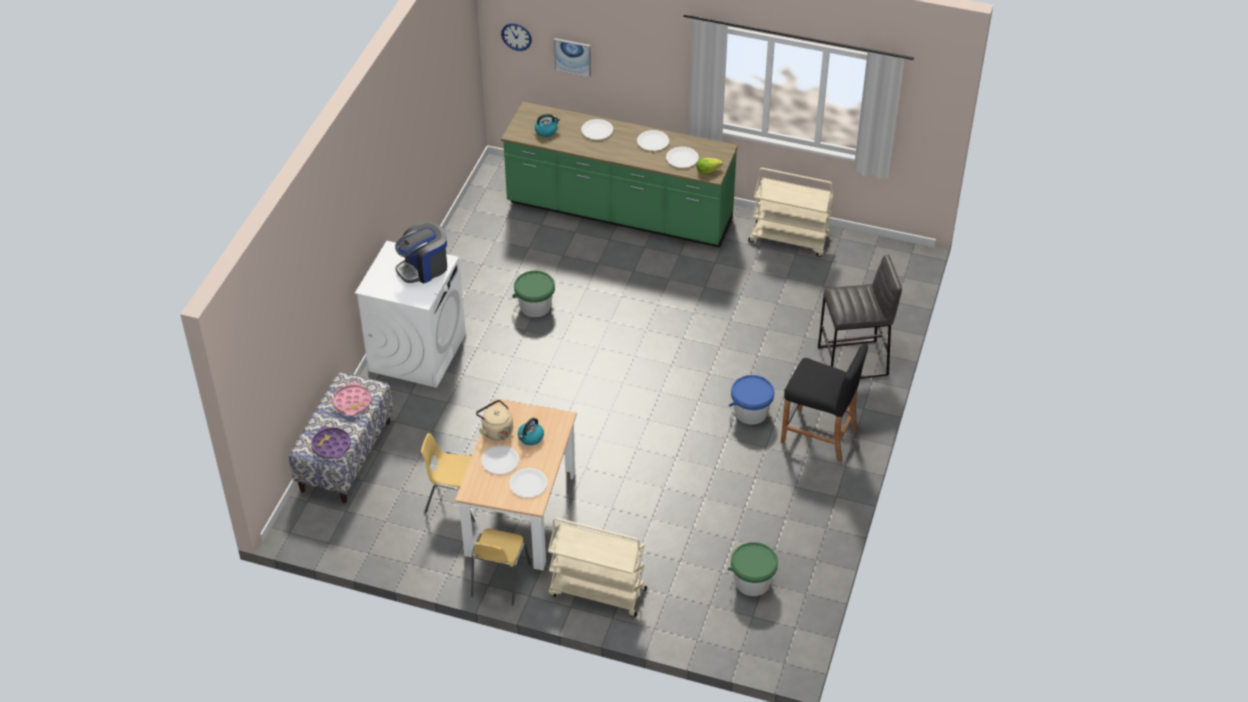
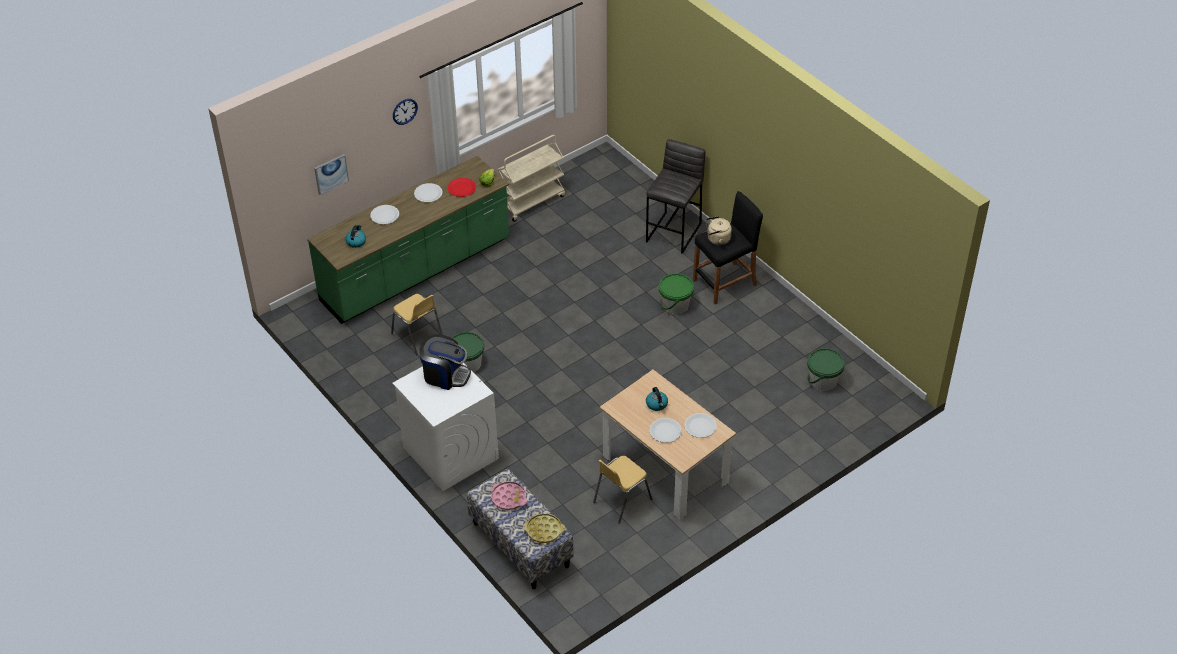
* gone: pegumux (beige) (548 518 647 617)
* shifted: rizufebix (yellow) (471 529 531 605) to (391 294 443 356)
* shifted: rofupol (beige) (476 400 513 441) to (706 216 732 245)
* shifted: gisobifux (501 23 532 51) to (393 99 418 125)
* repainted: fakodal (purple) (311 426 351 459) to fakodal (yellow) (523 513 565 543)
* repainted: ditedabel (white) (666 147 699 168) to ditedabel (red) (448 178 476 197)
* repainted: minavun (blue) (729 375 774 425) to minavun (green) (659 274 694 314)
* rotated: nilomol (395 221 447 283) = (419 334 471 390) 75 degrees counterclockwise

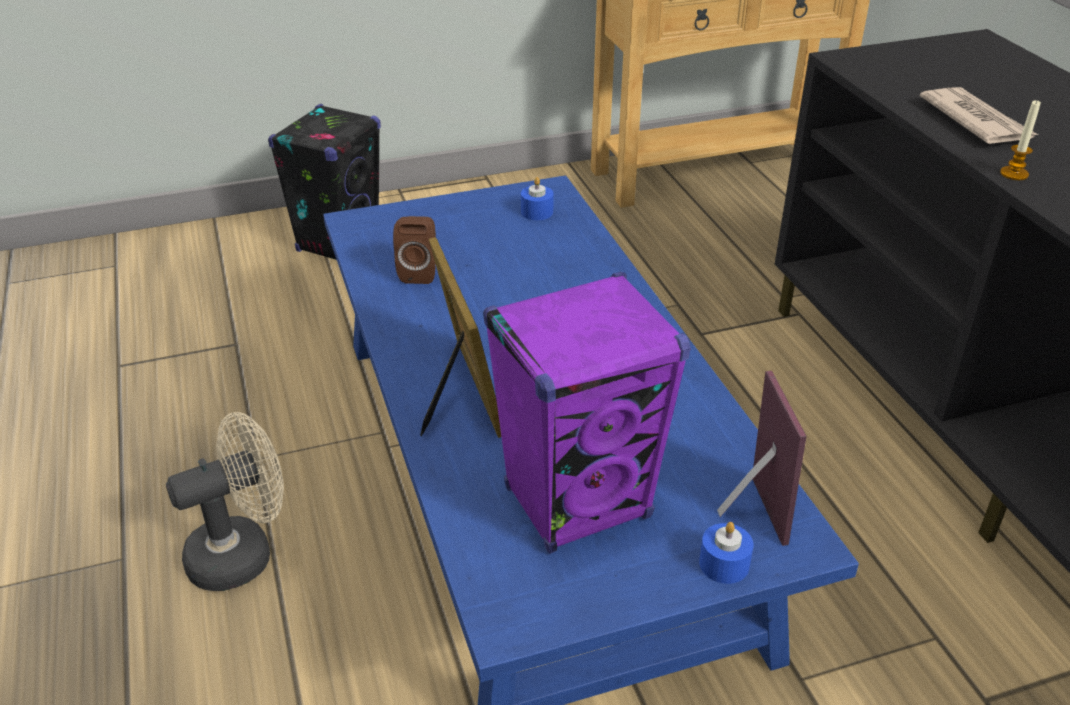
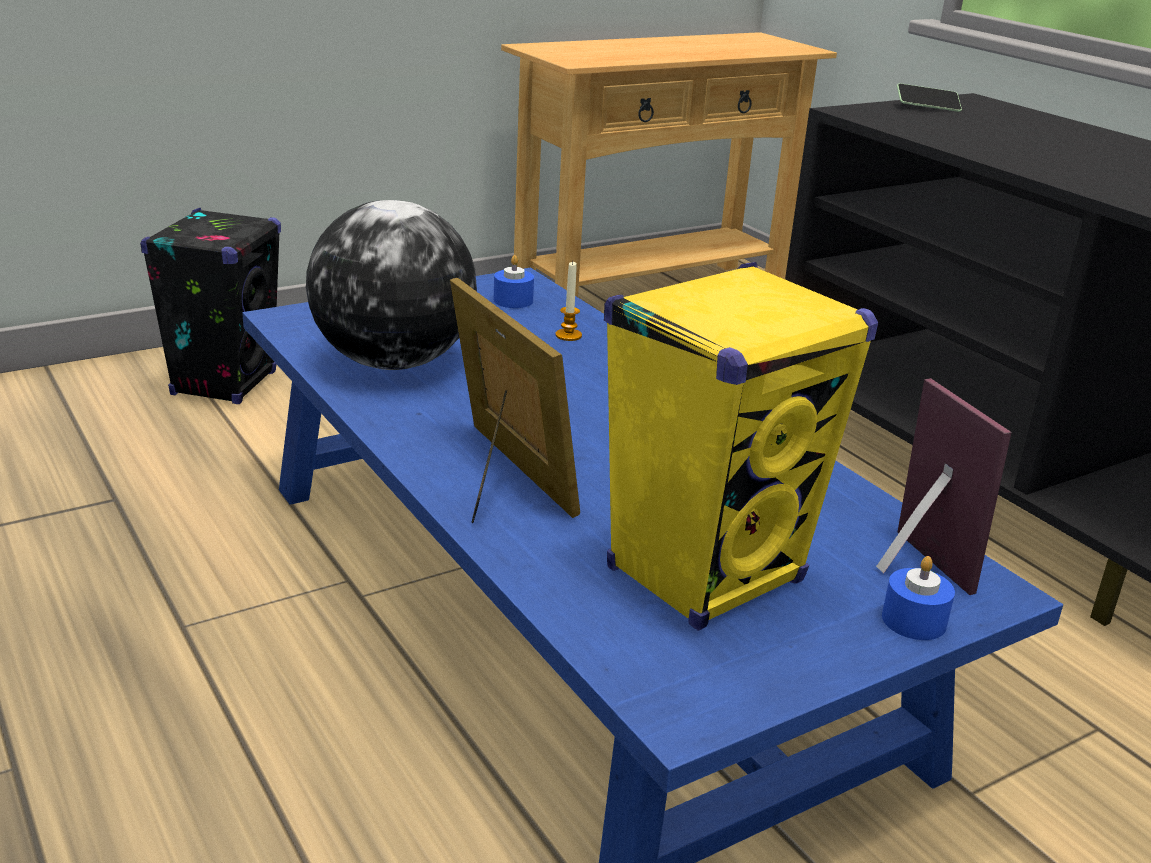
* gone: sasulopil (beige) (166 412 284 591)
* gone: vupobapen (920 87 1038 144)
* new: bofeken (897 83 962 112)
* shifted: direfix (1000 99 1041 180) to (555 262 582 341)
* swapped: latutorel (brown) (393 216 436 284) to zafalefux (306 200 477 370)
* repainted: latutorel (purple) (483 272 691 554) to latutorel (yellow) (604 262 878 630)

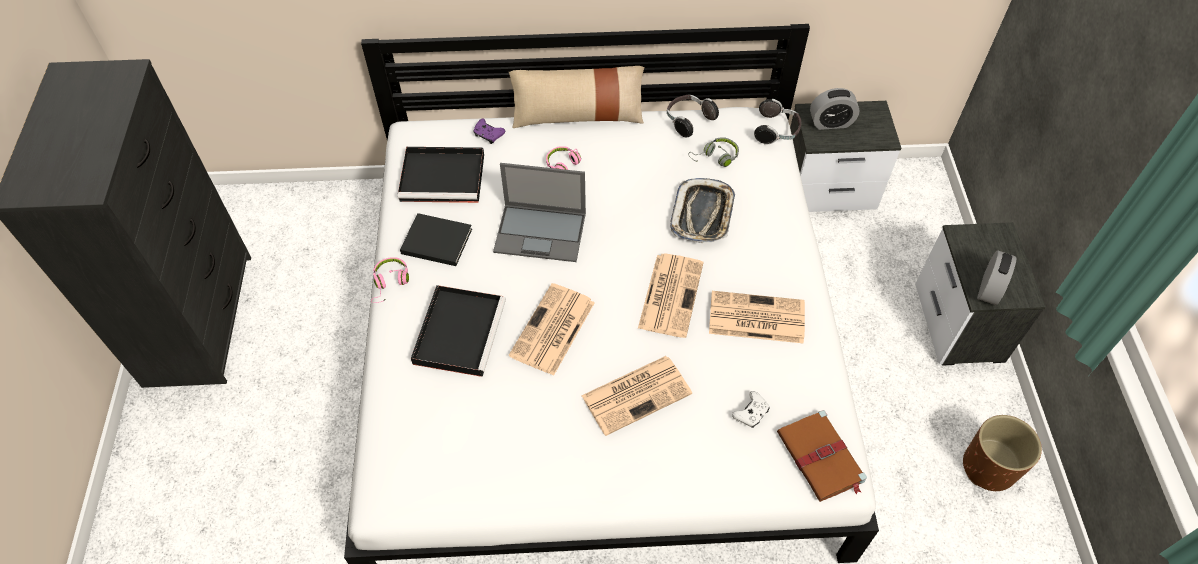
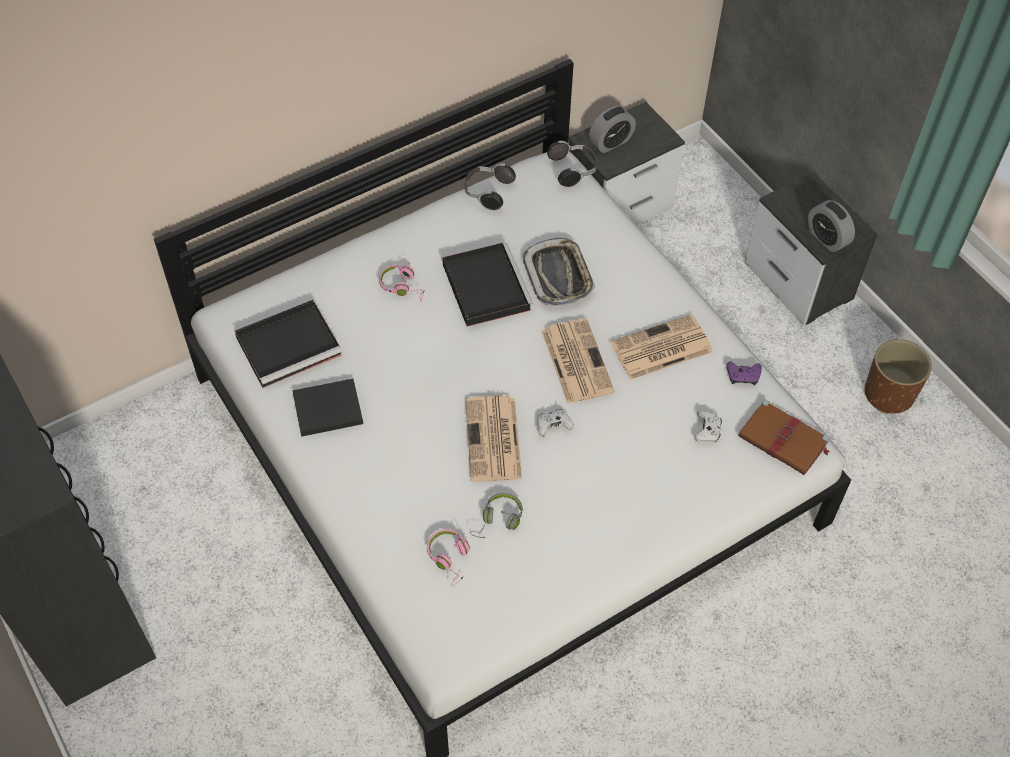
* gone: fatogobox (493 163 586 262)
* gone: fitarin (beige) (509 66 644 128)
* gone: vupobapen (581 356 692 436)
* new: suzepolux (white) (537 410 574 437)
* shifted: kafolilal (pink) (371 257 409 303) to (427 529 470 587)
* shifted: fakodal (black) (411 285 506 377) to (442 242 533 327)
* shifted: suzepolux (purple) (474 119 505 144) to (726 362 762 385)
* shifted: kafolilal (grey) (688 137 739 167) to (470 493 523 538)
* rotated: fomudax (977 250 1016 305) = (808 200 855 252) 150 degrees clockwise

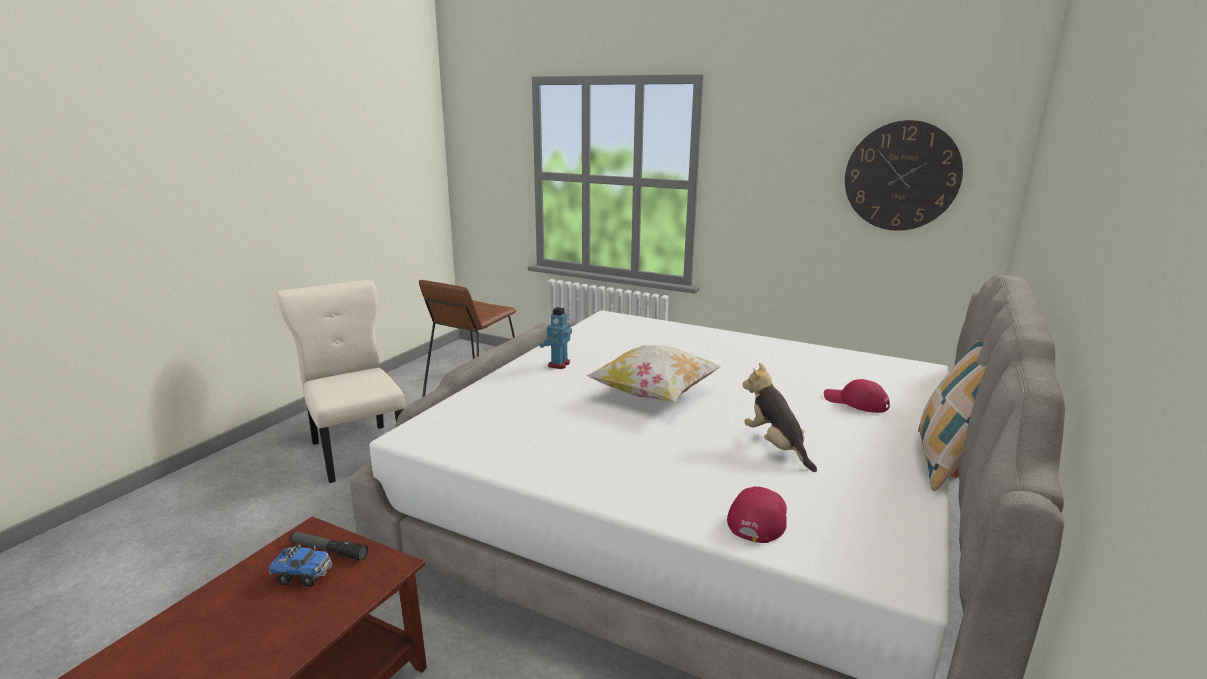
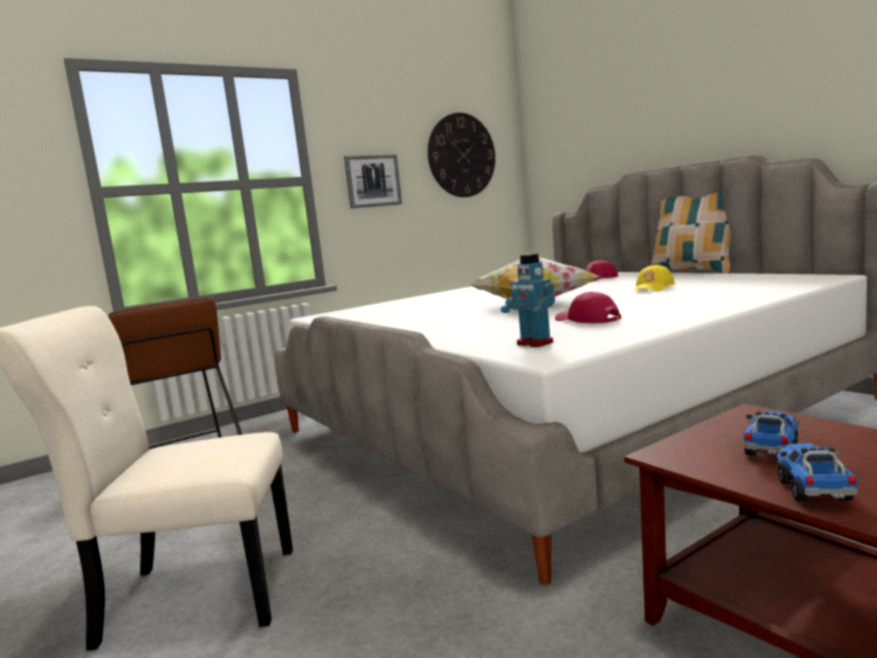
* gone: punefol (290 531 368 561)
* new: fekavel (344 154 402 209)
* new: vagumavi (777 443 858 501)
* shifted: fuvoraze (539 307 572 369) to (501 254 555 347)
* shifted: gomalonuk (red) (727 486 787 543) to (555 292 621 323)
* swapped: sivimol (742 363 817 472) to gomalonuk (yellow) (633 265 675 292)

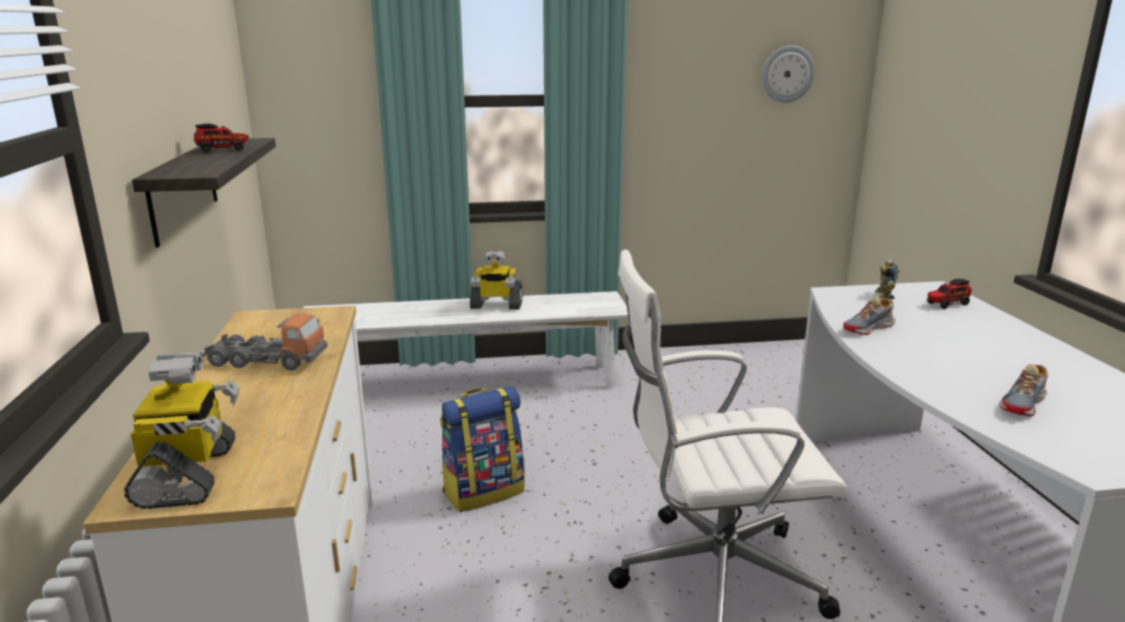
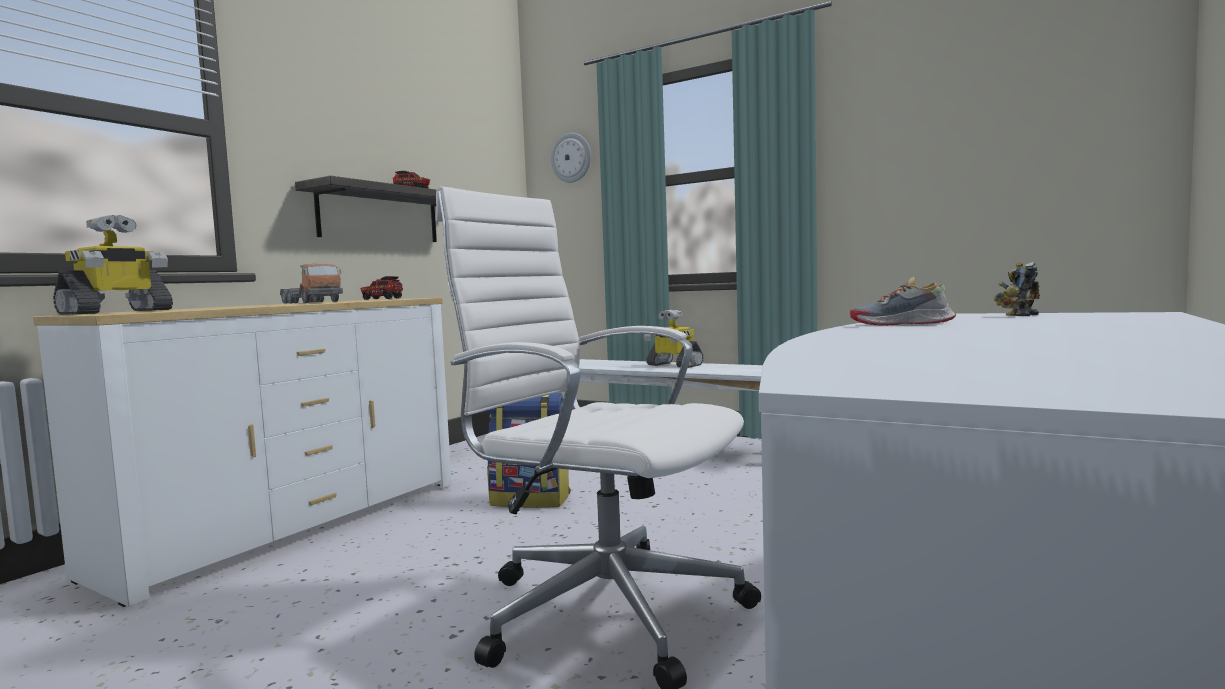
* gone: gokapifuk (999 364 1048 417)
* shifted: gisobifux (762 45 815 103) to (551 133 591 183)
* shifted: vagumavi (927 279 972 309) to (360 276 403 300)

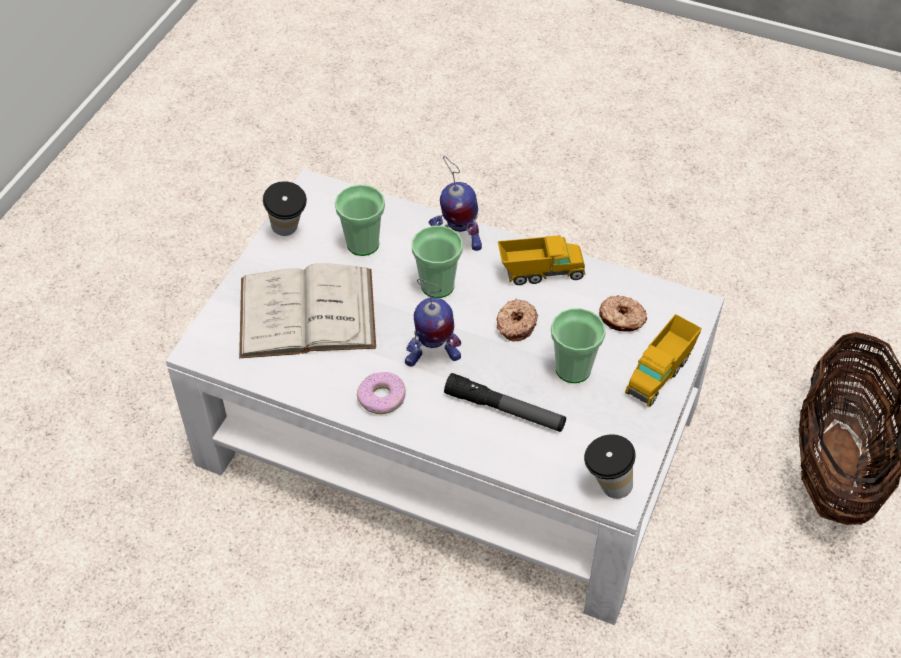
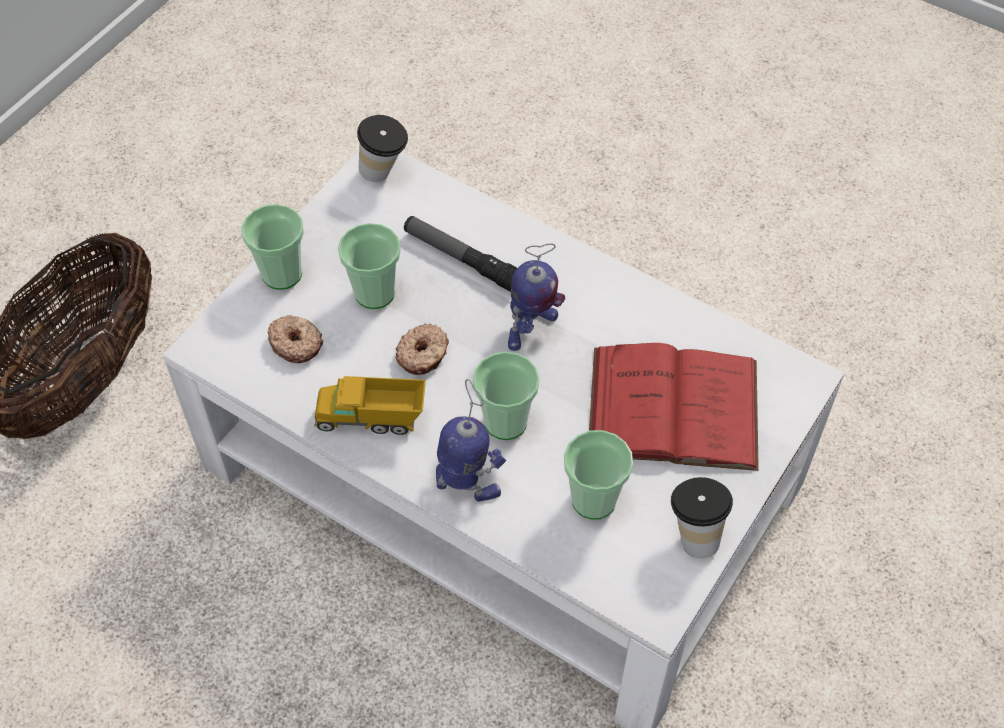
* gone: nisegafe (357 372 406 414)
* swapped: vagumavi (625 314 702 407) to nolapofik (241 204 304 290)
* repainted: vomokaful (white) (239 263 376 358) to vomokaful (red) (589 343 759 471)
* rotated: fuvoraze (405 279 461 367) = (508 243 565 351) 135 degrees clockwise

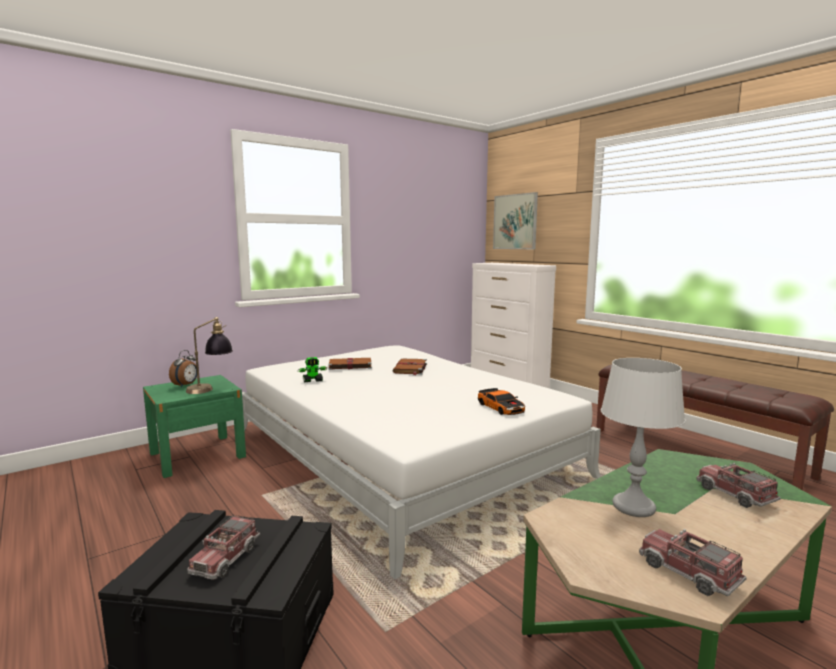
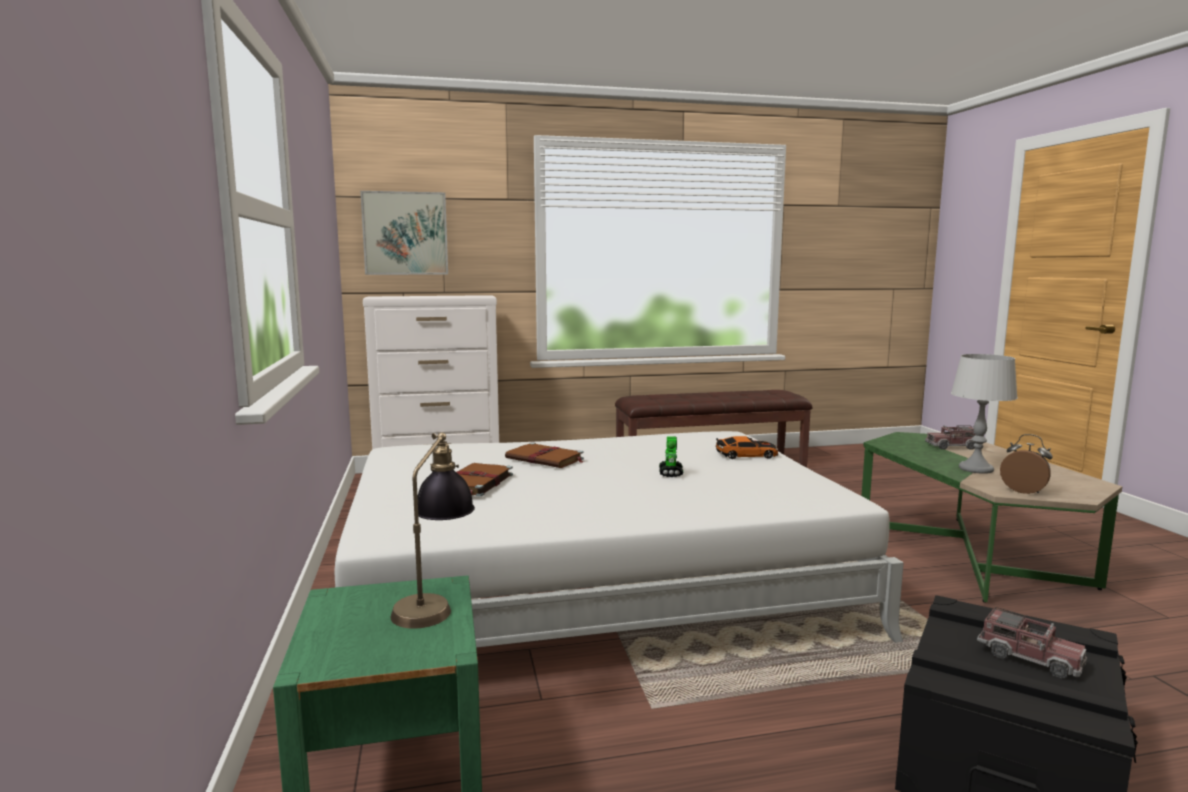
* gone: vagumavi (639 529 747 596)
* shifted: fomudax (169 350 197 387) to (1000 434 1053 494)
* shifted: fuvoraze (298 357 328 382) to (659 436 684 477)

